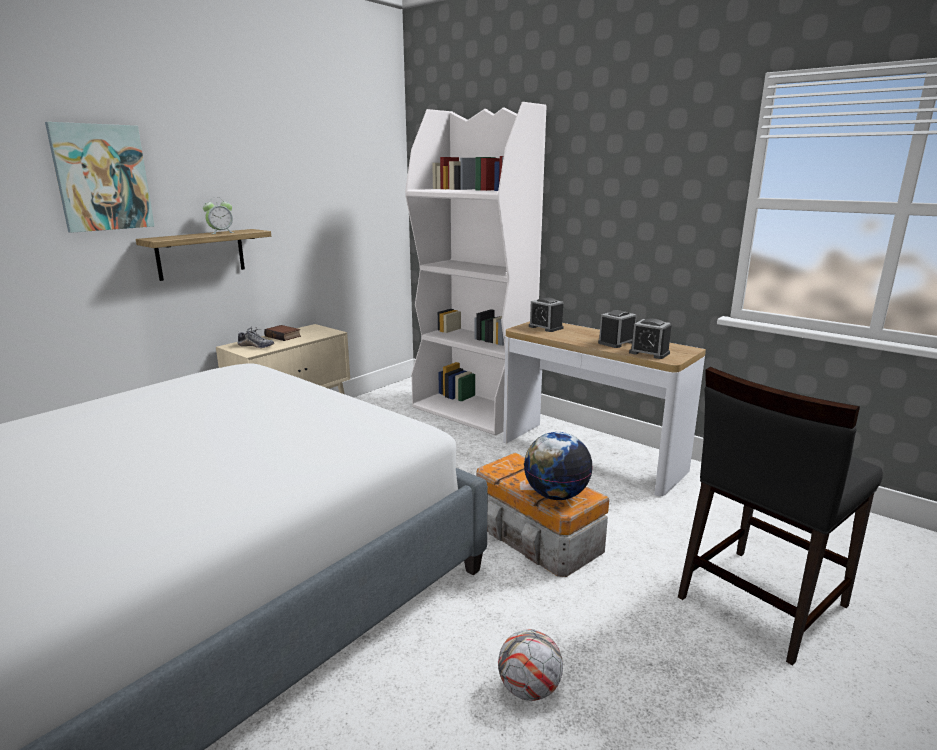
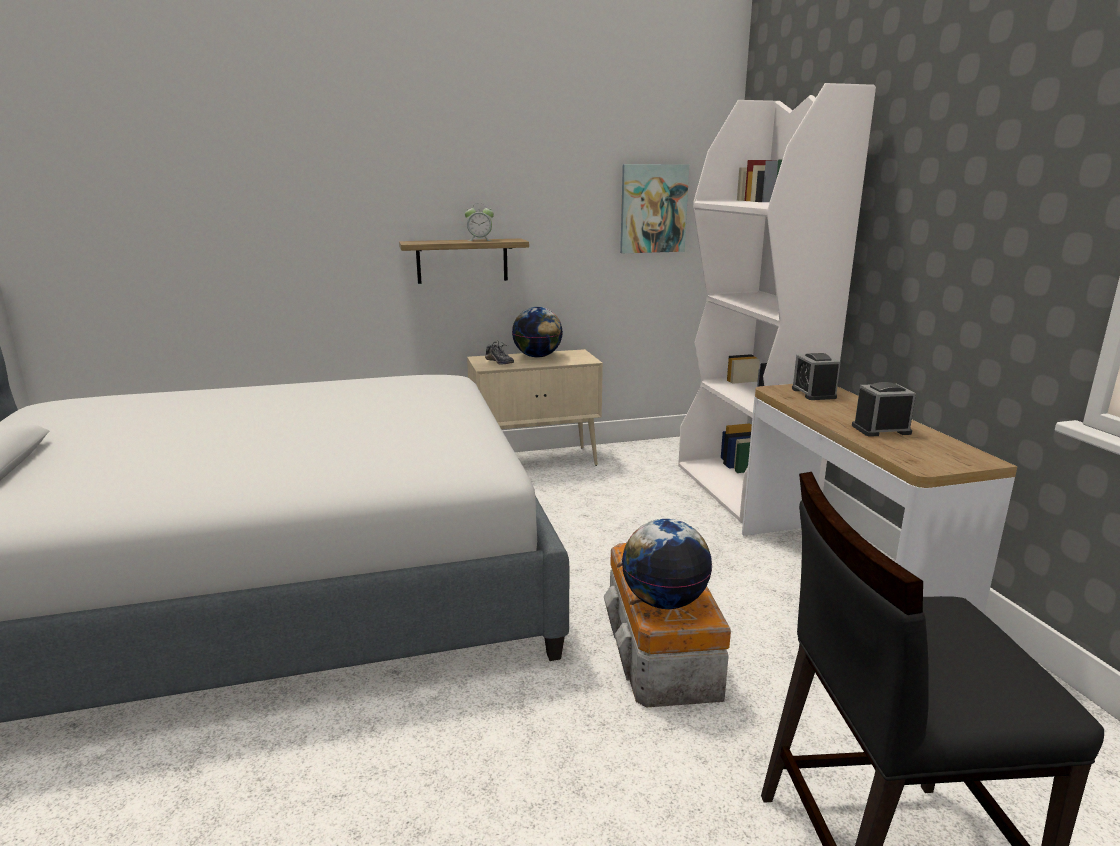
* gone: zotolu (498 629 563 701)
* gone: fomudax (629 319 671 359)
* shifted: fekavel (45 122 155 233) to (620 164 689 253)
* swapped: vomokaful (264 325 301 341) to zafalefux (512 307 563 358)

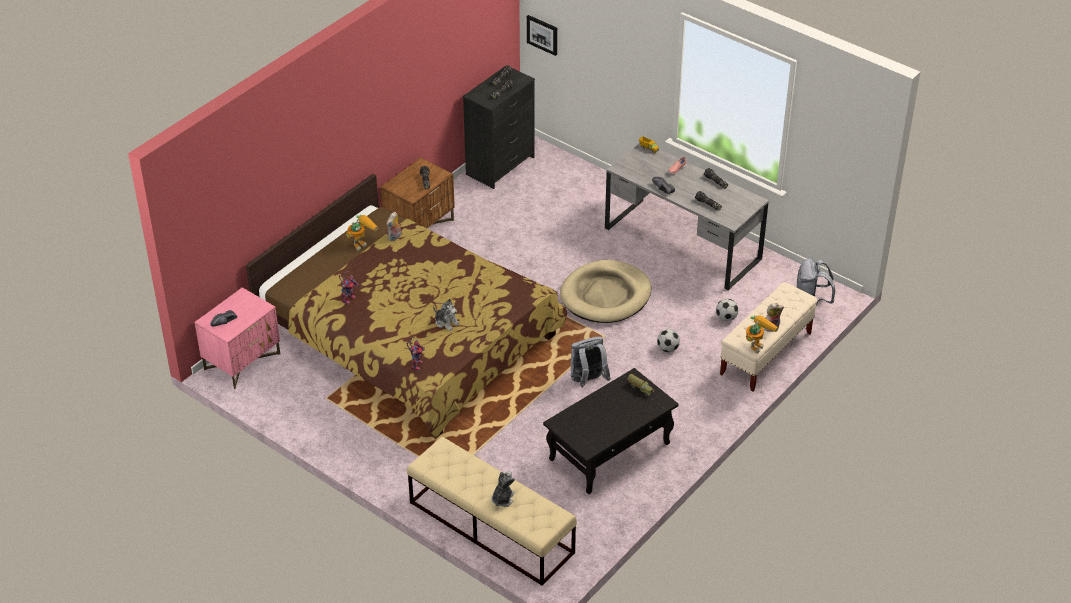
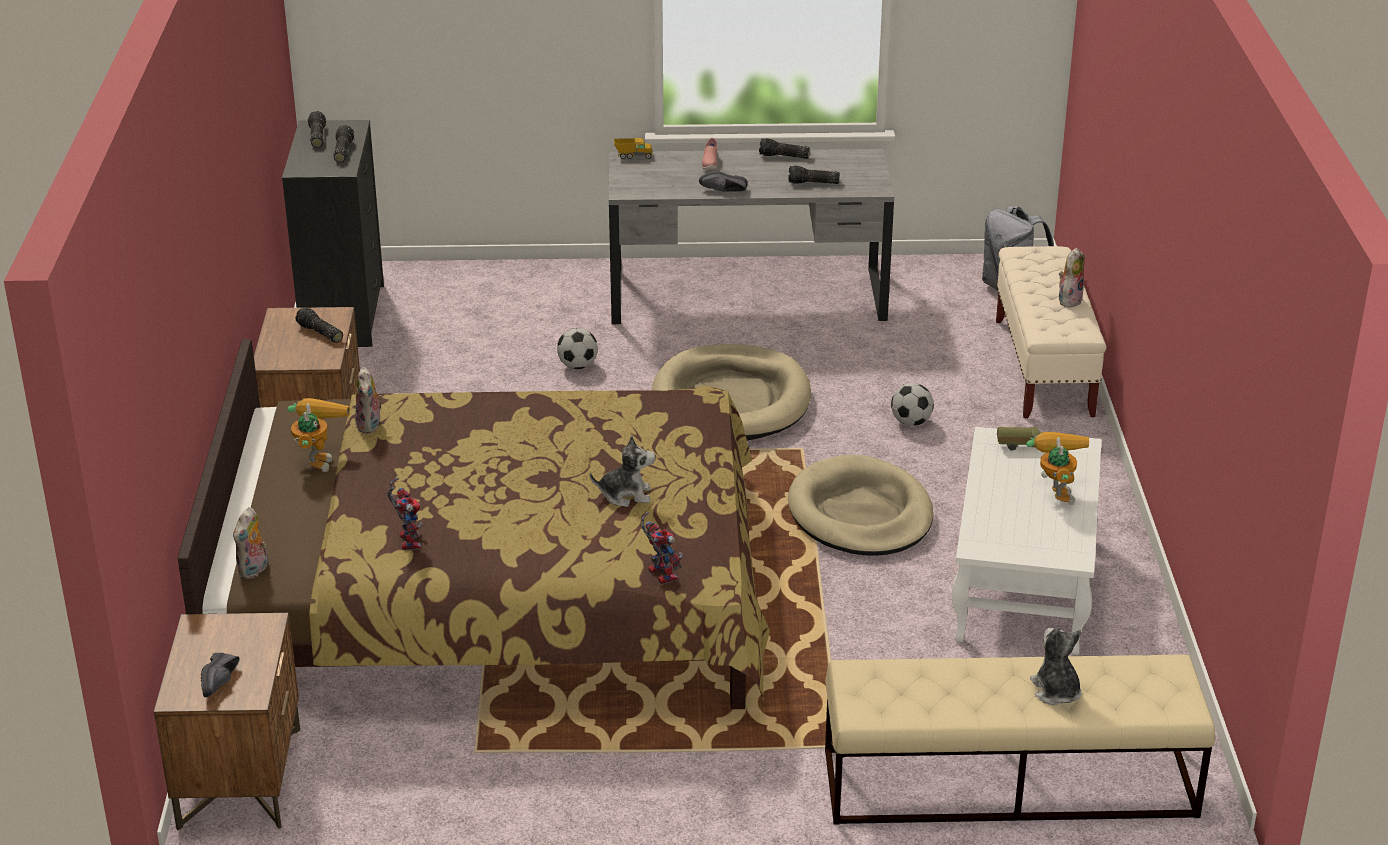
* gone: fekavel (527 15 557 56)
* new: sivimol (233 507 268 579)
* shifted: zotolu (716 299 738 321) to (557 328 598 369)
* shifted: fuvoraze (746 315 778 354) to (1026 432 1089 505)
* swapped: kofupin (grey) (571 337 611 387) to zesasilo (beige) (788 455 933 556)
* repainted: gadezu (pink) (194 287 280 389) to gadezu (brown) (154 613 300 831)
* repainted: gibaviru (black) (543 368 679 494) to gibaviru (white) (952 427 1101 655)

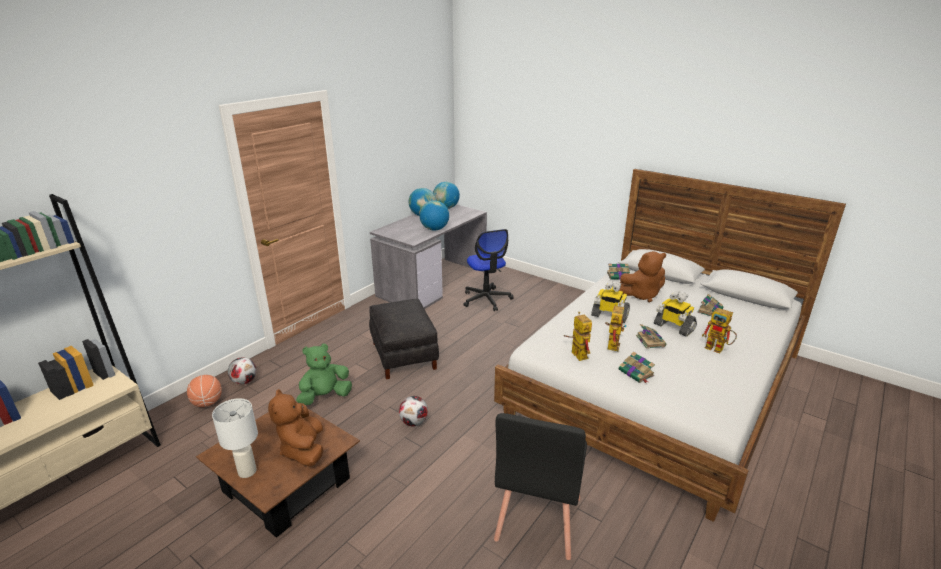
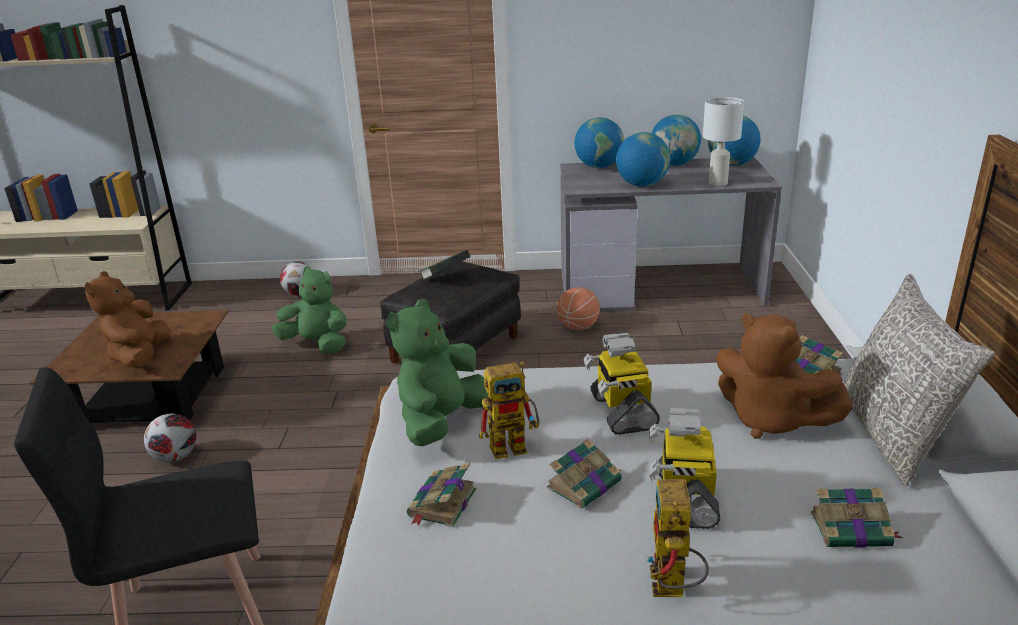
* gone: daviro (463 229 514 311)
* new: vomokaful (420 249 471 280)
* new: zafalefux (574 118 624 168)
* new: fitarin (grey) (844 274 995 486)
* shifted: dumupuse (187 375 222 407) to (557 287 600 330)
* shifted: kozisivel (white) (212 398 258 478) to (703 97 744 186)
* shifted: zotolu (399 396 428 426) to (144 414 196 462)
* swapped: fuvoraze (564 312 592 361) to sivimol (green) (386 299 488 446)
* rotated: sivimol (brown) (268 389 323 467) = (85 271 171 368) 45 degrees counterclockwise

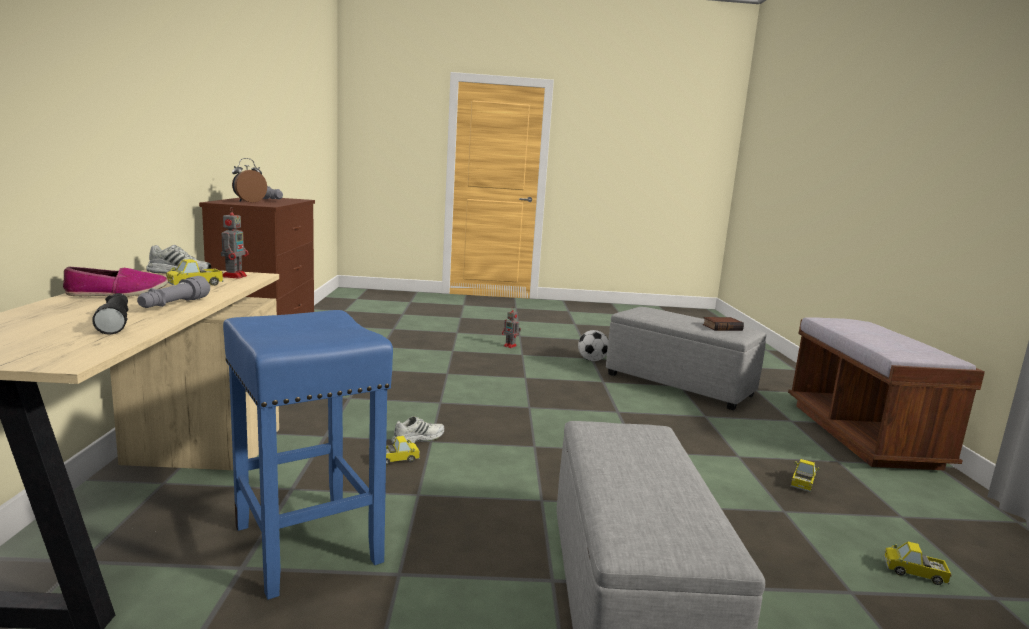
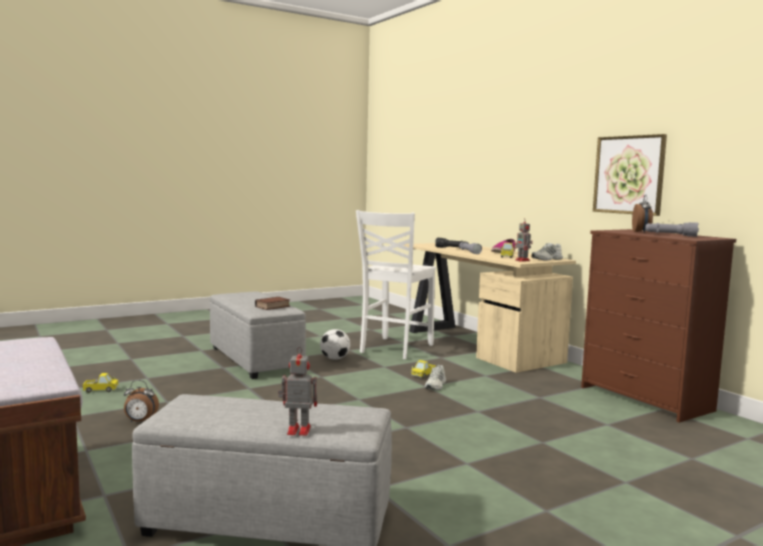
* new: fekavel (593 134 667 216)
* shifted: fuvoraze (502 307 521 348) to (278 347 317 436)
* shifted: zotolu (578 330 608 361) to (320 329 350 360)
* shifted: vomokaful (703 317 744 331) to (255 297 290 310)
* swapped: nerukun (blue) (223 310 393 600) to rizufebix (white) (356 210 436 359)
* swapped: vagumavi (790 459 820 492) to fomudax (124 380 159 422)

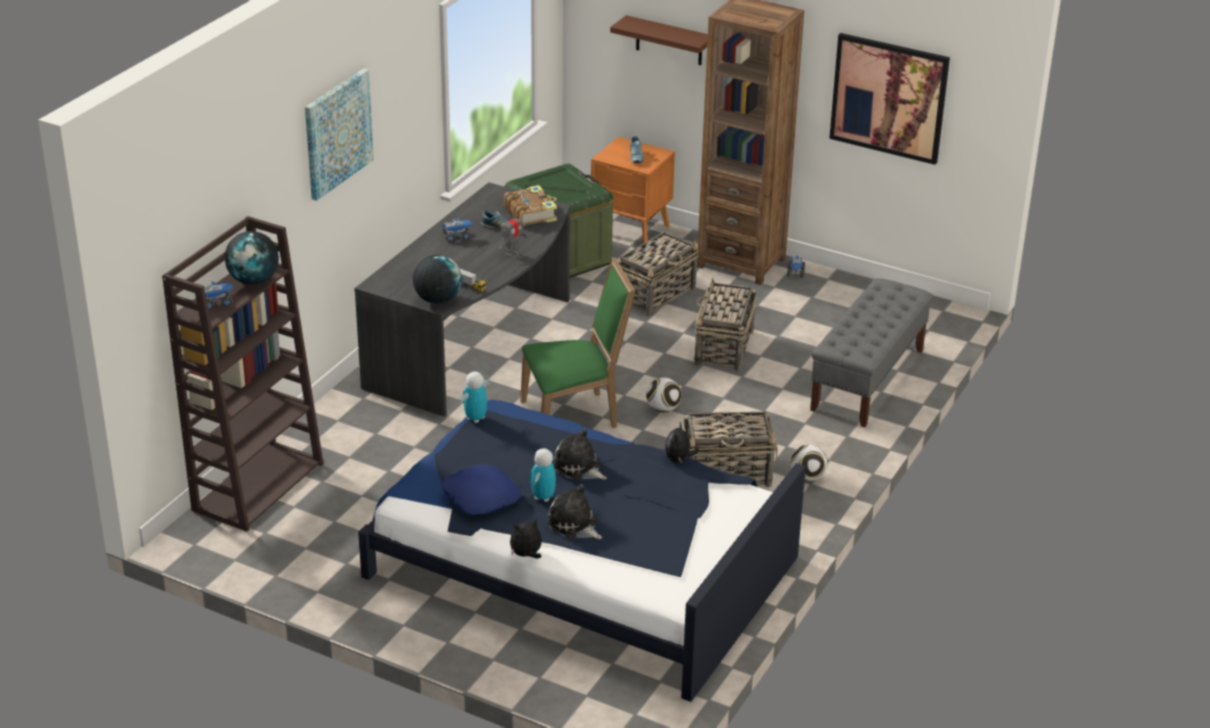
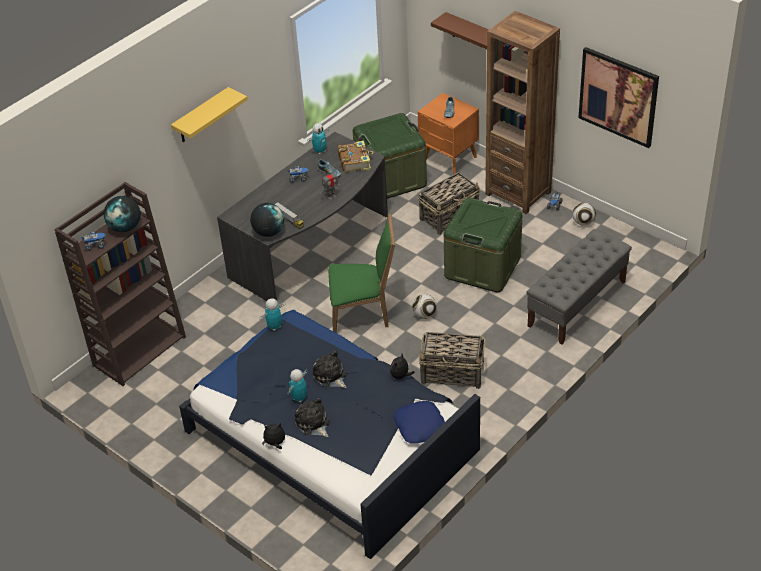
* new: fuvoraze (307 123 330 154)
* shifted: fitarin (blue) (441 465 522 515) to (393 401 445 443)
* shifted: zotolu (791 445 828 481) to (573 203 596 226)
* swapped: fekavel (305 69 374 201) to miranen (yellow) (171 87 248 142)
* swapped: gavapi (694 278 757 371) to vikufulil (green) (444 198 522 292)

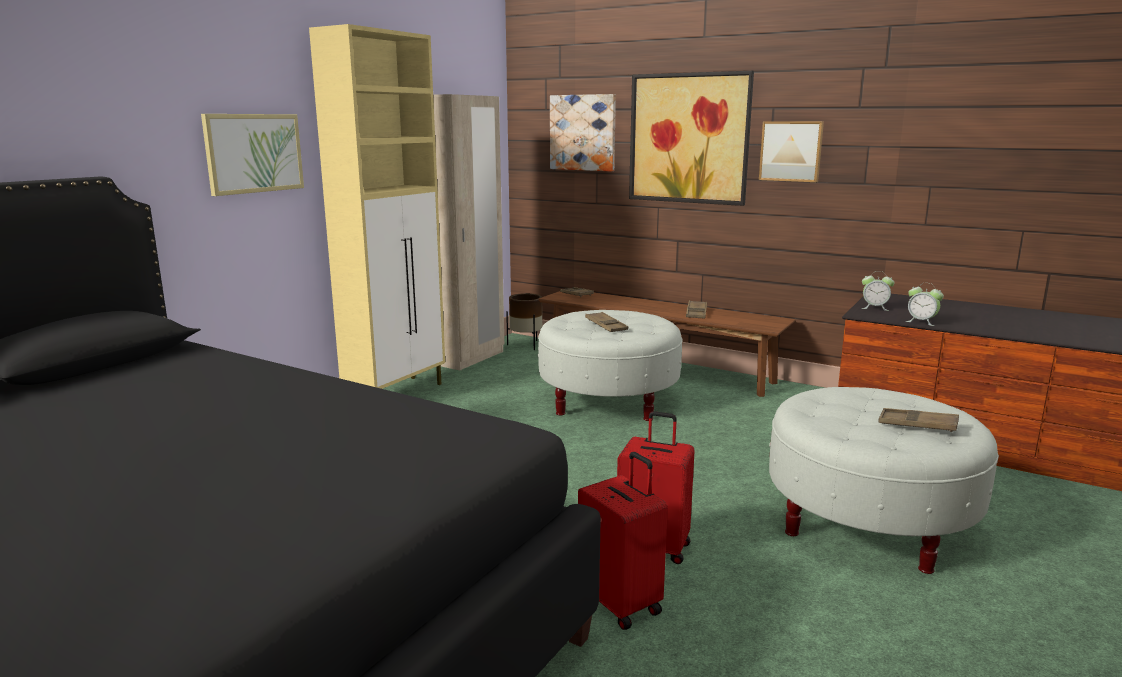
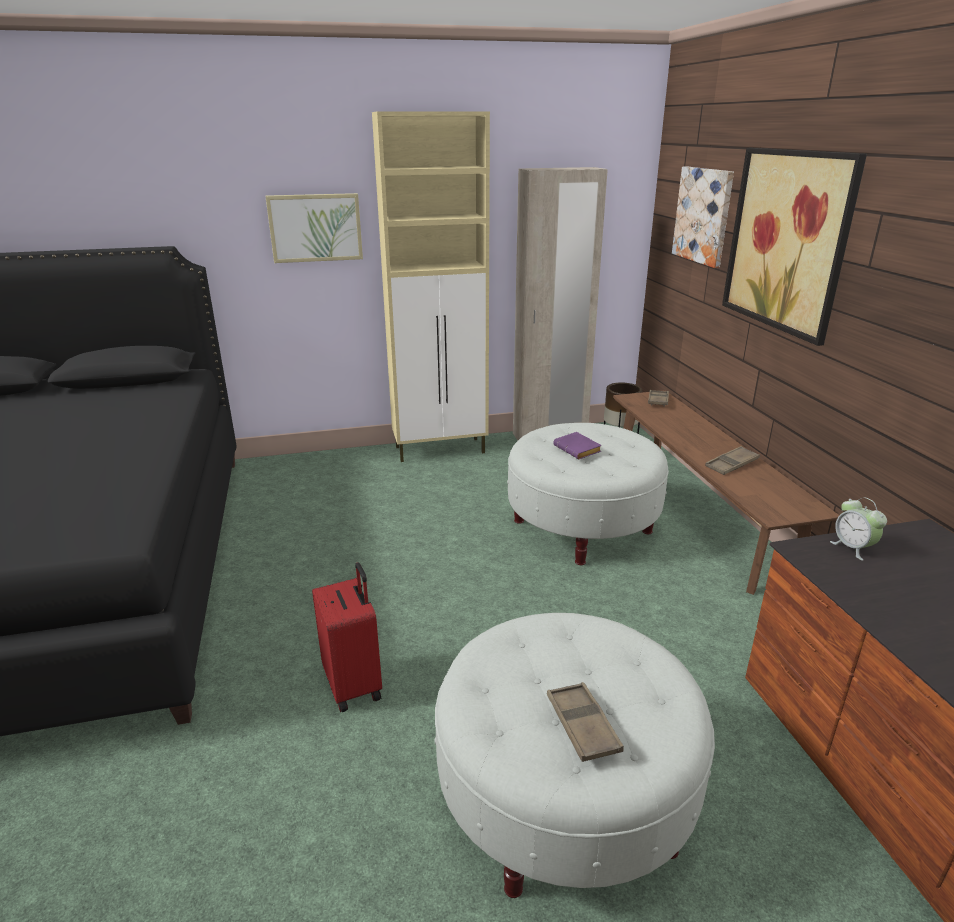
* gone: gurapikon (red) (578 452 668 630)
* gone: fekavel (759 121 824 182)
* gone: fomudax (905 283 944 326)
* swapped: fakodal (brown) (585 312 628 332) to vomokaful (purple) (553 432 602 459)

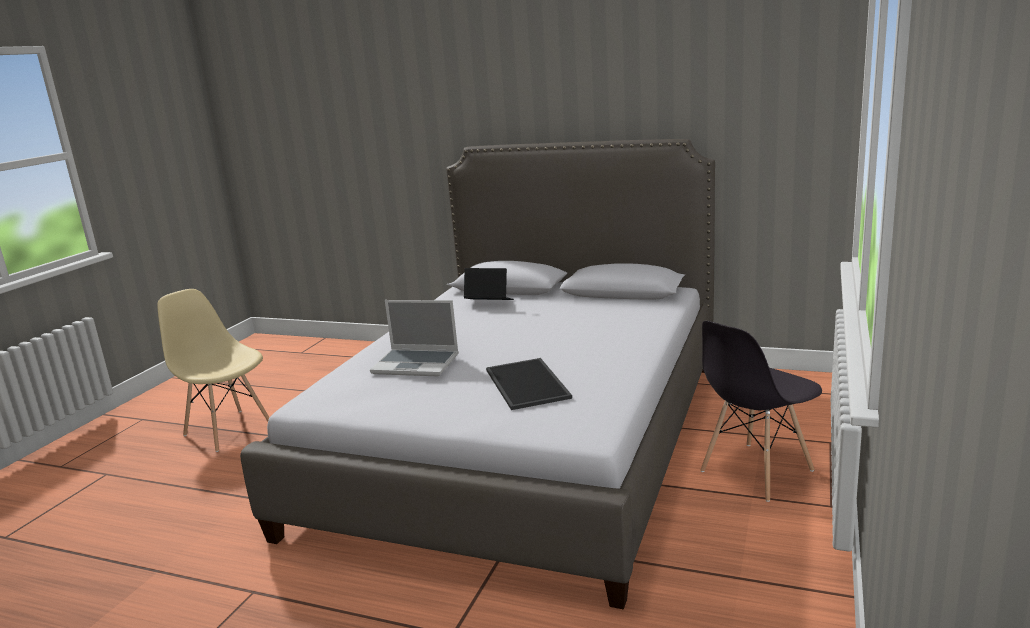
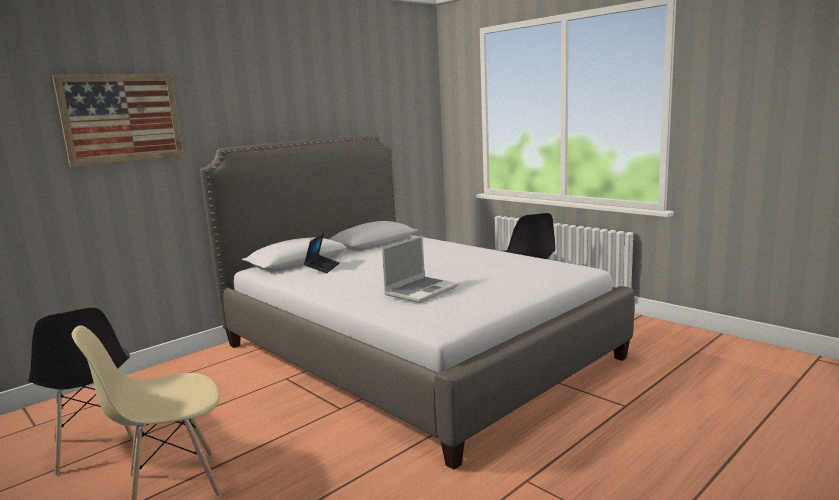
* gone: fakodal (486 358 572 410)
* new: rizufebix (grey) (26 307 134 475)
* new: fekavel (52 74 184 167)
* rotated: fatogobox (464 268 514 300) = (304 233 340 273) 150 degrees clockwise

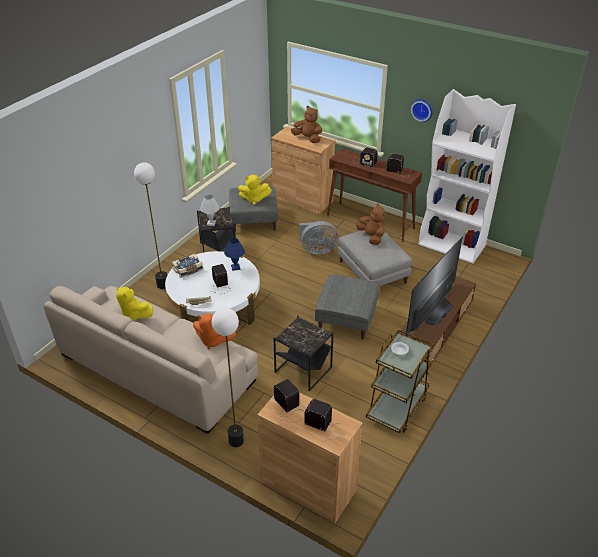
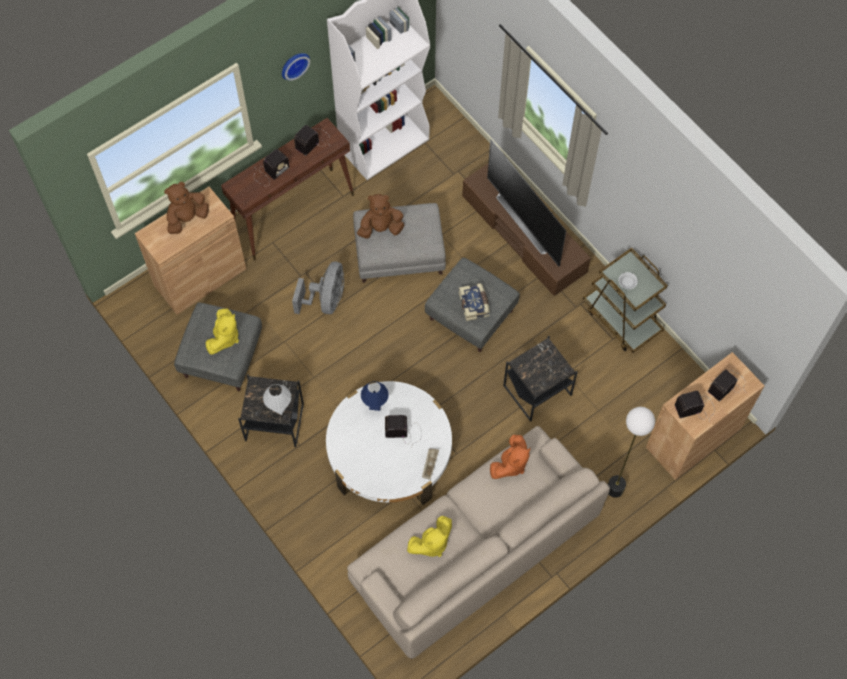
* gone: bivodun (134 162 167 289)
* shifted: vomokaful (172 254 203 278) to (459 283 490 321)

